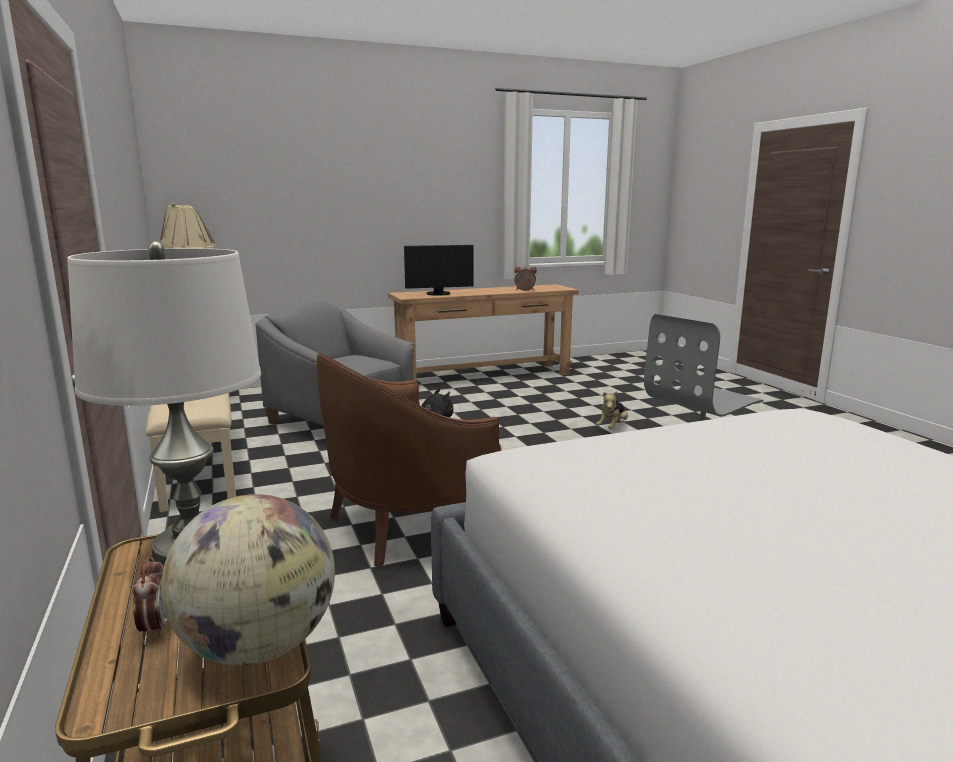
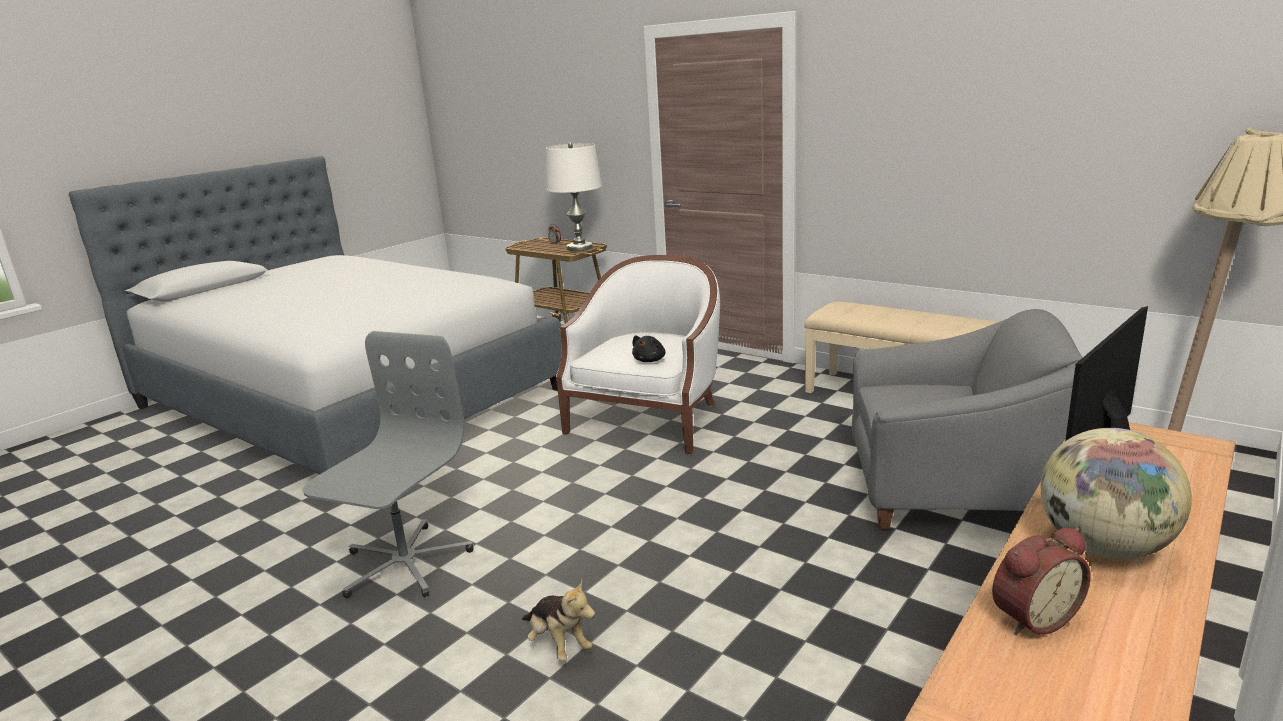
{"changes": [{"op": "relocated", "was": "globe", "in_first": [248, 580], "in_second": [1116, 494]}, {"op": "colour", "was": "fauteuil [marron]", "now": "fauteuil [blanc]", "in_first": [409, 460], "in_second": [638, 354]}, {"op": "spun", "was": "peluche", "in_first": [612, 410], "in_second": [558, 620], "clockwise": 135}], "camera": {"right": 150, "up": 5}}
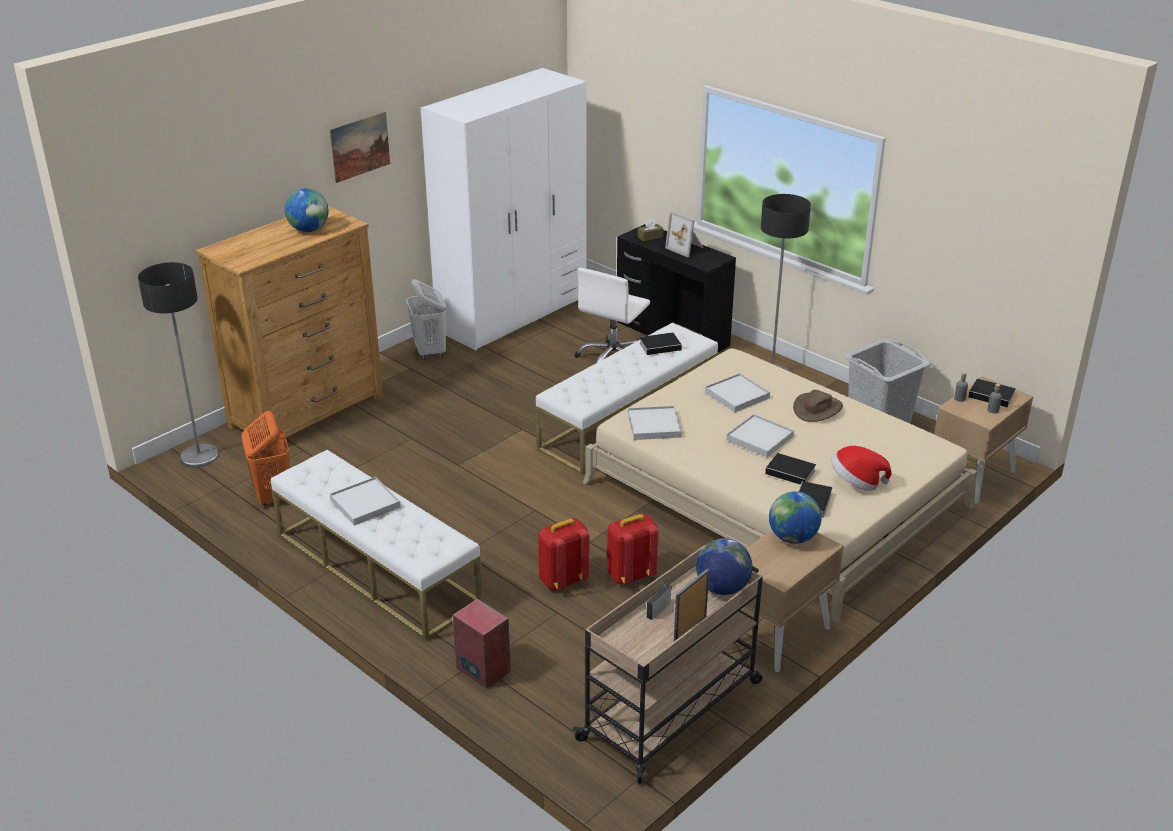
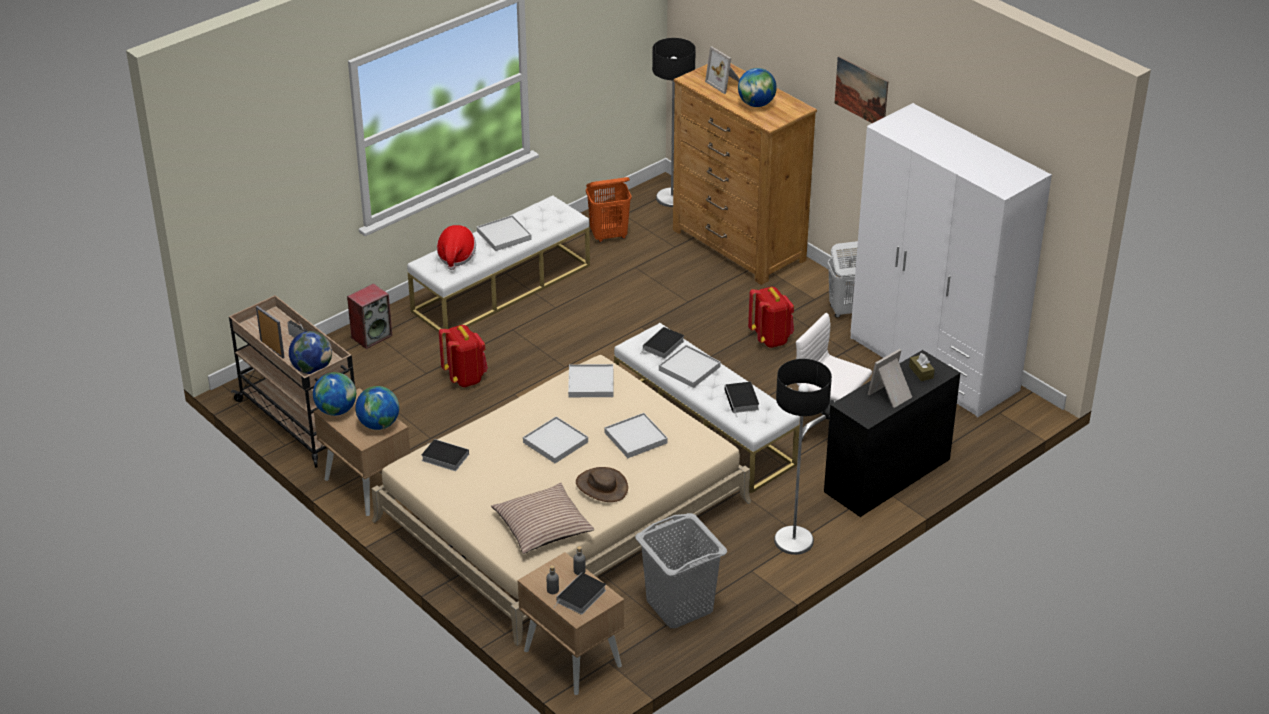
{"changes": [{"op": "relocated", "was": "sac à dos [rouge]", "in_first": [633, 549], "in_second": [771, 317]}, {"op": "relocated", "was": "livre", "in_first": [790, 469], "in_second": [662, 343]}, {"op": "relocated", "was": "chapeau", "in_first": [861, 468], "in_second": [456, 247]}, {"op": "appeared", "now": "globe", "in_second": [334, 394]}, {"op": "appeared", "now": "coussin", "in_second": [542, 518]}, {"op": "appeared", "now": "plateau [blanc]", "in_second": [690, 366]}, {"op": "appeared", "now": "cadre photo", "in_second": [722, 70]}], "camera": {"right": 95, "up": 5}}
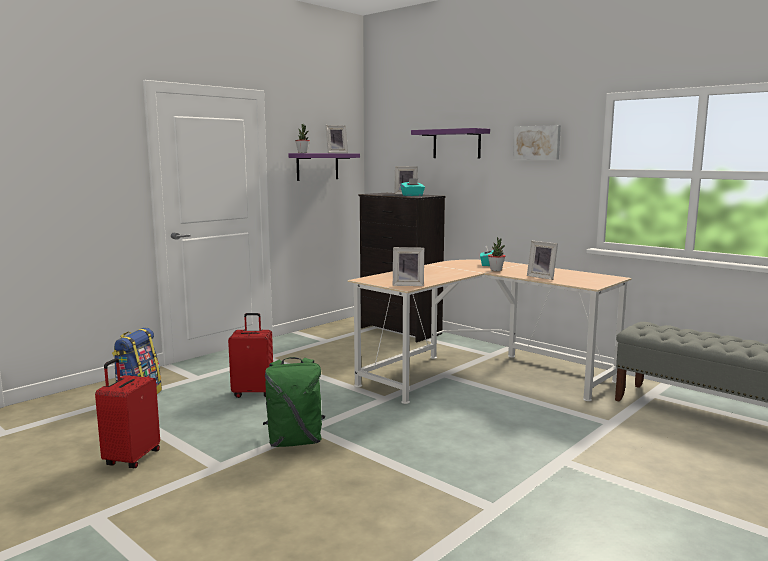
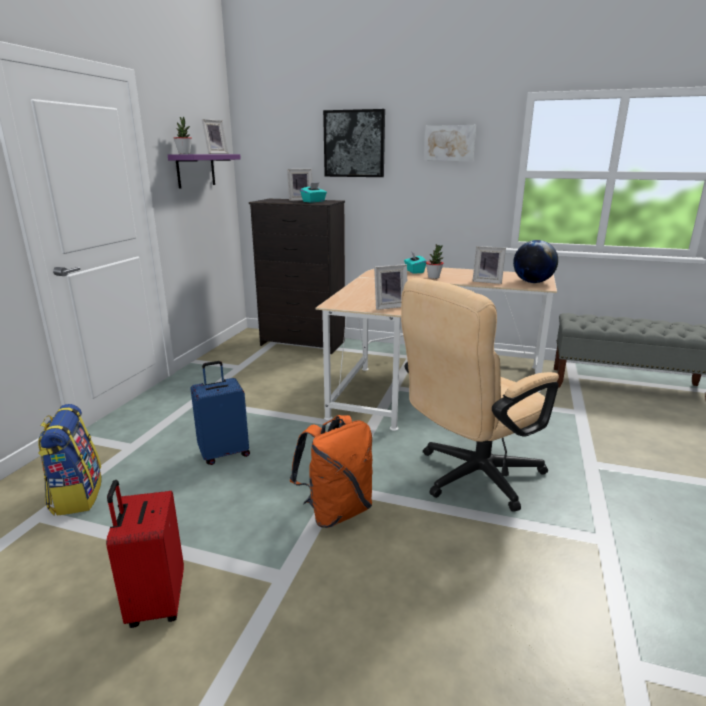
{"changes": [{"op": "colour", "was": "valise [rouge]", "now": "valise [bleu]", "in_first": [250, 355], "in_second": [220, 413]}, {"op": "colour", "was": "sac à dos [vert]", "now": "sac à dos [orange]", "in_first": [294, 402], "in_second": [331, 471]}, {"op": "exchanged", "was": "étagère [violet]", "now": "tableau", "in_first": [450, 143], "in_second": [354, 143]}, {"op": "appeared", "now": "chaise de bureau [beige]", "in_second": [480, 395]}, {"op": "appeared", "now": "globe", "in_second": [535, 261]}], "camera": {"right": -25, "up": 10}}
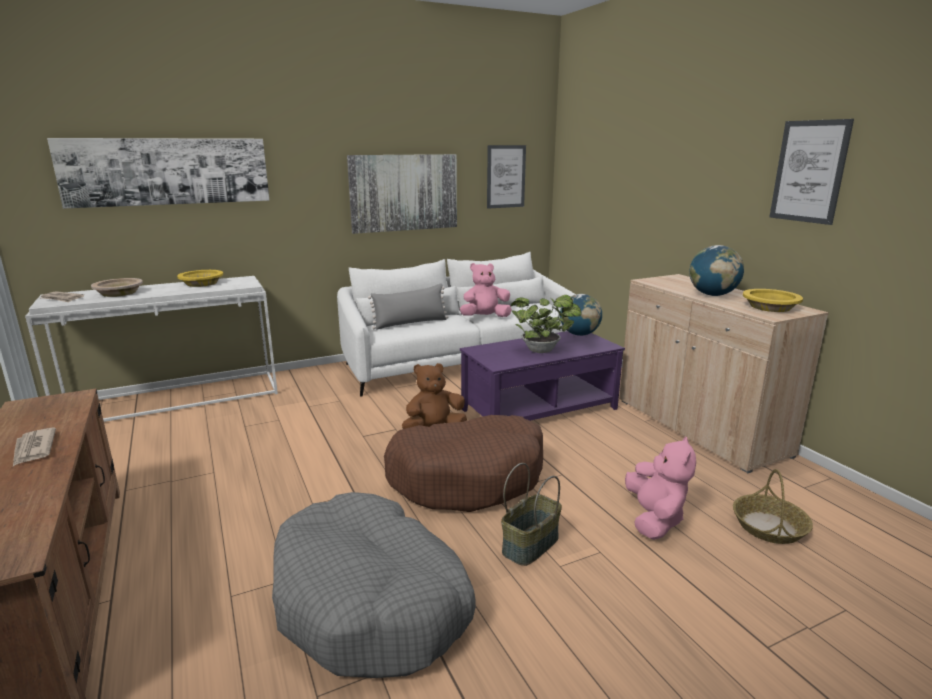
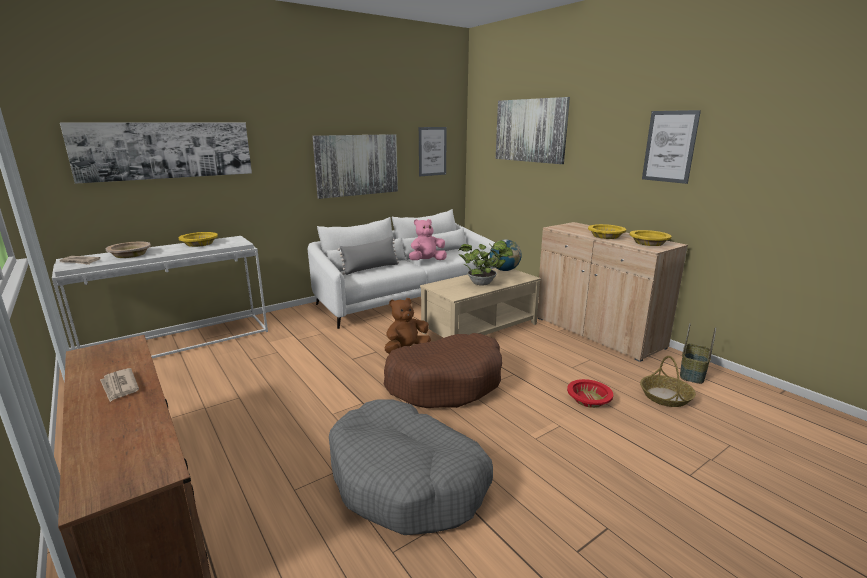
{"changes": [{"op": "colour", "was": "table basse [violet]", "now": "table basse [beige]", "in_first": [542, 376], "in_second": [480, 303]}, {"op": "relocated", "was": "panier", "in_first": [531, 514], "in_second": [698, 353]}, {"op": "exchanged", "was": "peluche [rose]", "now": "bol [rouge]", "in_first": [660, 488], "in_second": [590, 393]}, {"op": "exchanged", "was": "globe", "now": "bol [jaune]", "in_first": [716, 270], "in_second": [607, 231]}, {"op": "appeared", "now": "tableau", "in_second": [533, 130]}], "camera": {"right": -10, "up": 0}}
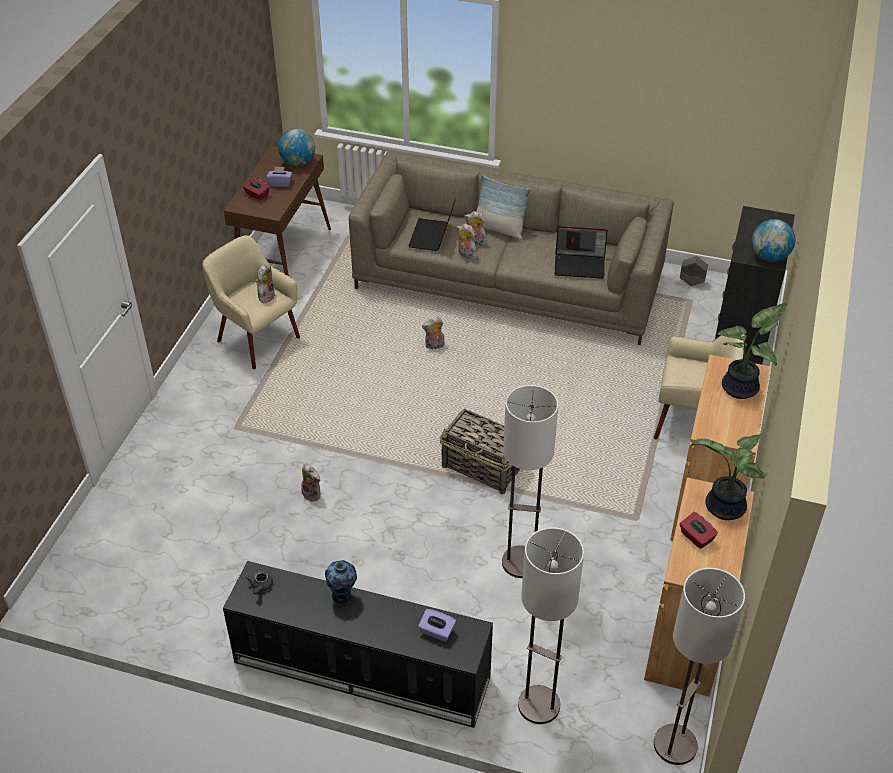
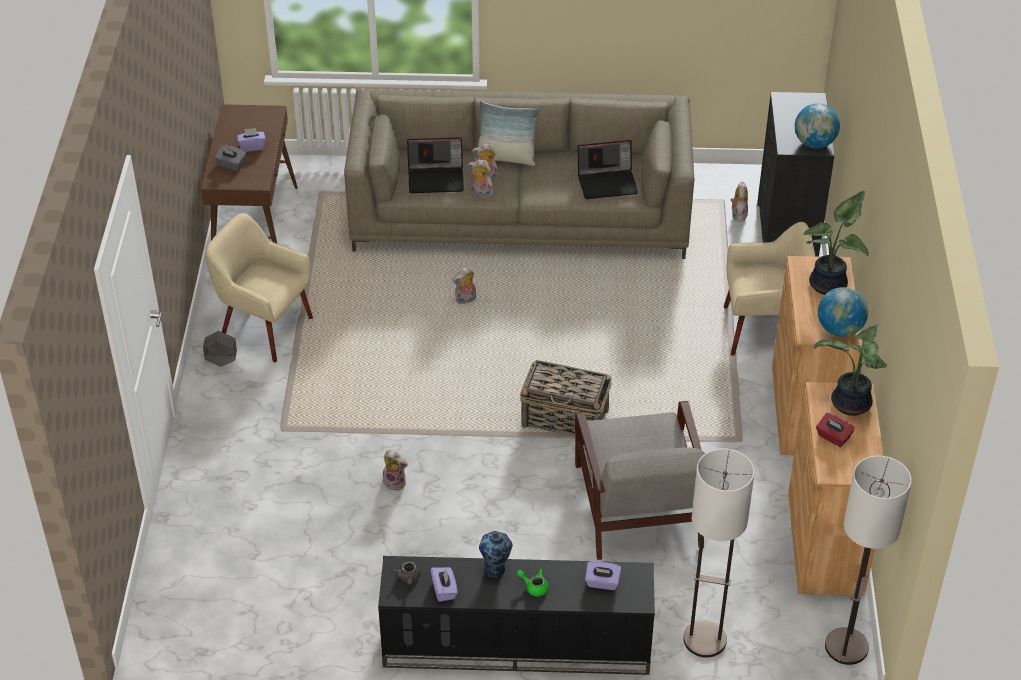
{"changes": [{"op": "colour", "was": "boîte à mouchoirs [rouge]", "now": "boîte à mouchoirs [gris]", "in_first": [256, 188], "in_second": [230, 158]}, {"op": "relocated", "was": "peluche", "in_first": [265, 283], "in_second": [739, 202]}, {"op": "relocated", "was": "globe", "in_first": [296, 147], "in_second": [843, 312]}, {"op": "spun", "was": "ordinateur portable", "in_first": [432, 225], "in_second": [435, 165], "clockwise": -90}, {"op": "exchanged", "was": "lampadaire", "now": "fauteuil [gris]", "in_first": [530, 481], "in_second": [640, 480]}, {"op": "relocated", "was": "cache-pot [gris]", "in_first": [694, 271], "in_second": [220, 349]}, {"op": "appeared", "now": "boîte à mouchoirs [violet]", "in_second": [444, 584]}, {"op": "appeared", "now": "théière [vert]", "in_second": [533, 582]}], "camera": {"right": -15, "up": 0}}
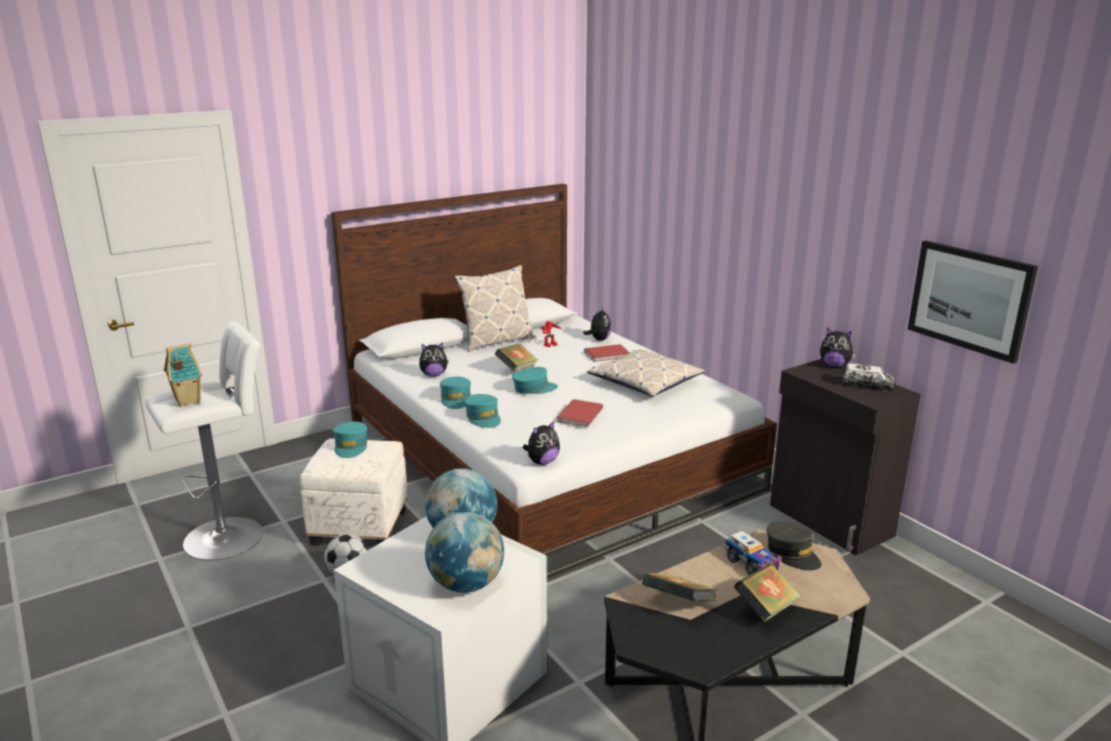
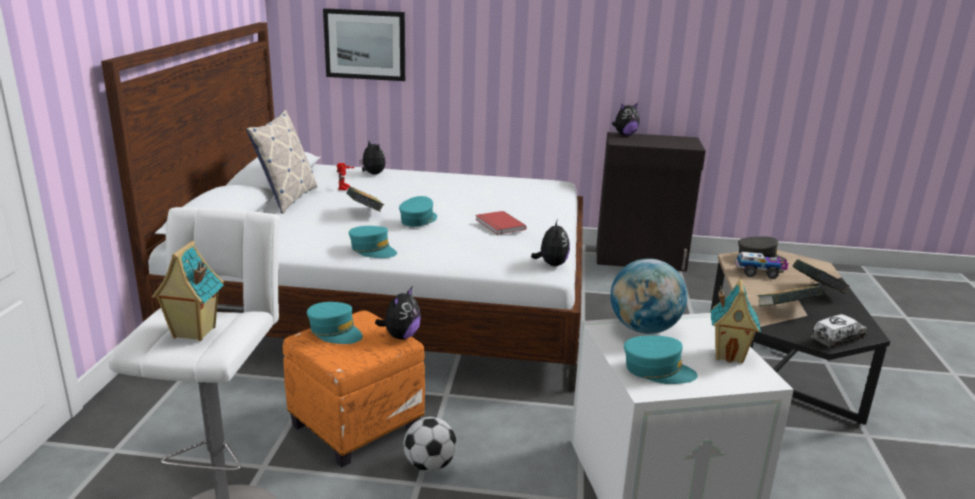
{"changes": [{"op": "colour", "was": "pouf [blanc]", "now": "pouf [orange]", "in_first": [354, 492], "in_second": [354, 389]}, {"op": "relocated", "was": "peluche", "in_first": [434, 359], "in_second": [398, 313]}, {"op": "exchanged", "was": "globe", "now": "maison miniature", "in_first": [464, 552], "in_second": [736, 321]}, {"op": "relocated", "was": "casquette [turquoise]", "in_first": [483, 411], "in_second": [661, 360]}, {"op": "missing", "was": "livre [rouge]", "in_first": [607, 353]}, {"op": "missing", "was": "coussin", "in_first": [646, 373]}, {"op": "relocated", "was": "camion jouet", "in_first": [868, 377], "in_second": [839, 331]}, {"op": "relocated", "was": "tableau", "in_first": [973, 302], "in_second": [364, 44]}], "camera": {"right": -50, "up": 0}}
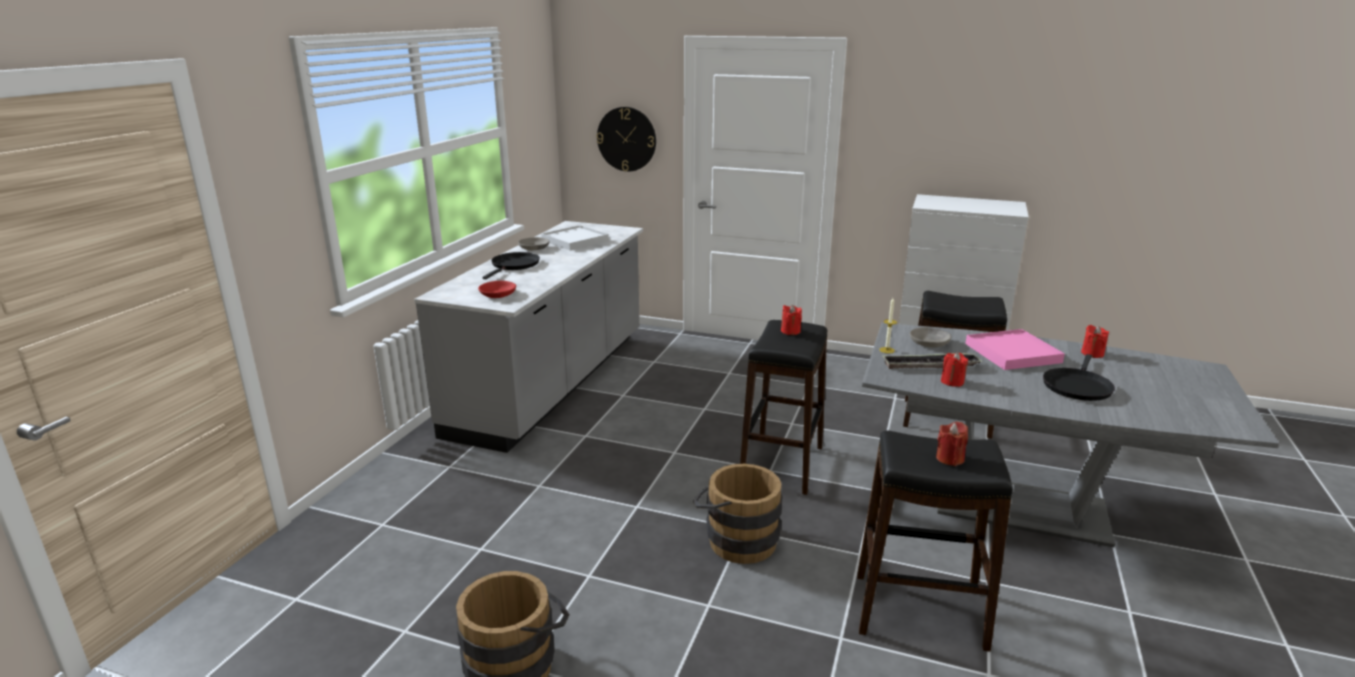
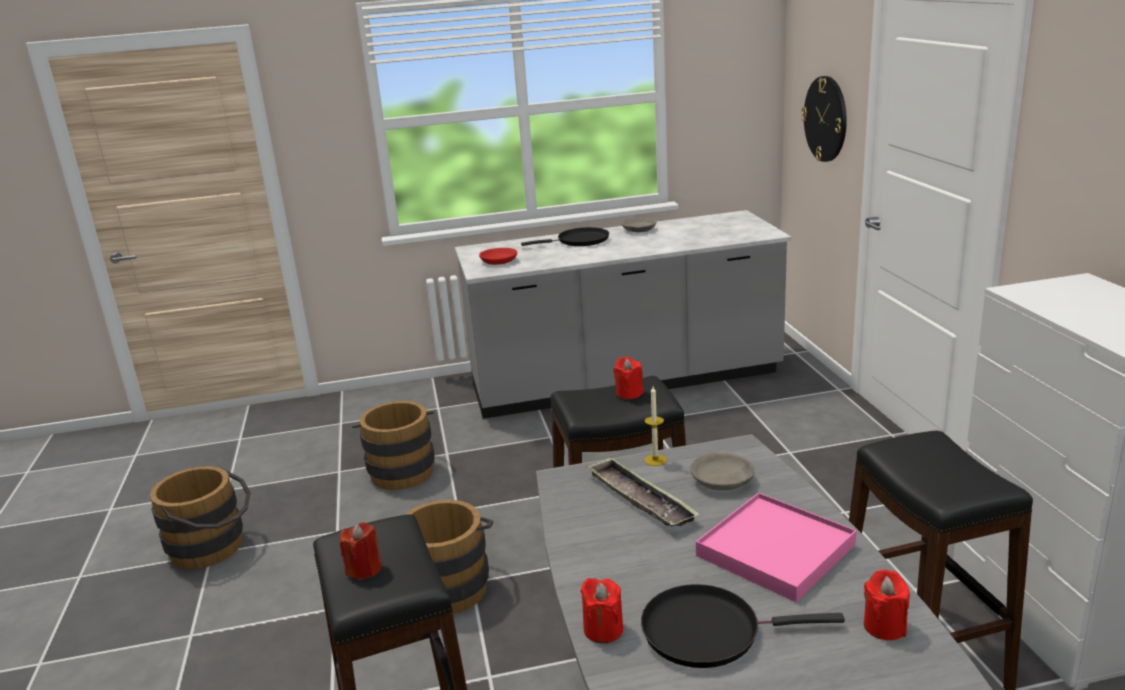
{"changes": [{"op": "missing", "was": "plateau [blanc]", "in_first": [575, 238]}, {"op": "relocated", "was": "bougie [rouge]", "in_first": [954, 369], "in_second": [601, 611]}, {"op": "appeared", "now": "seau [marron]", "in_second": [393, 445]}], "camera": {"right": 60, "up": 0}}
